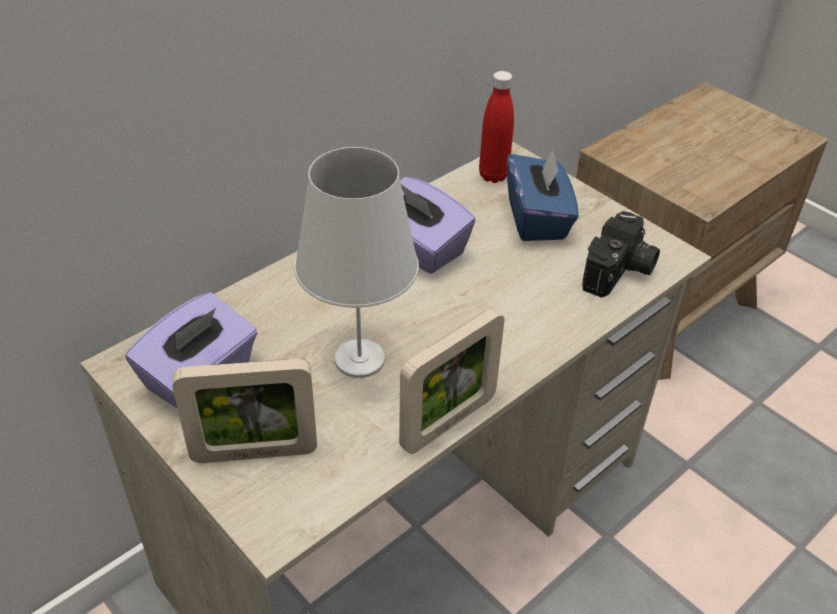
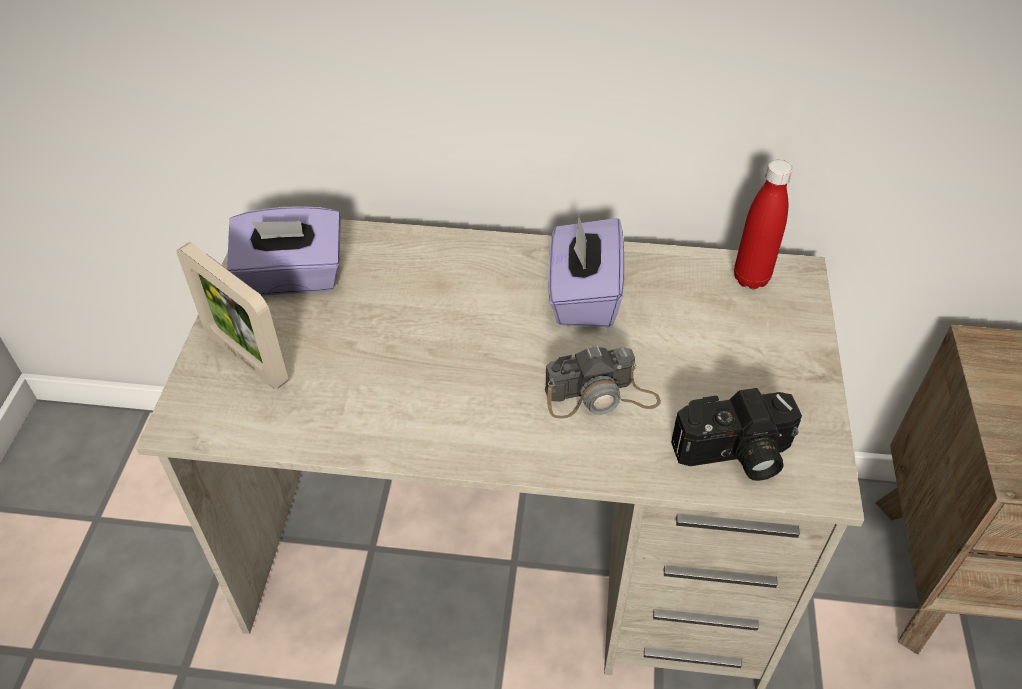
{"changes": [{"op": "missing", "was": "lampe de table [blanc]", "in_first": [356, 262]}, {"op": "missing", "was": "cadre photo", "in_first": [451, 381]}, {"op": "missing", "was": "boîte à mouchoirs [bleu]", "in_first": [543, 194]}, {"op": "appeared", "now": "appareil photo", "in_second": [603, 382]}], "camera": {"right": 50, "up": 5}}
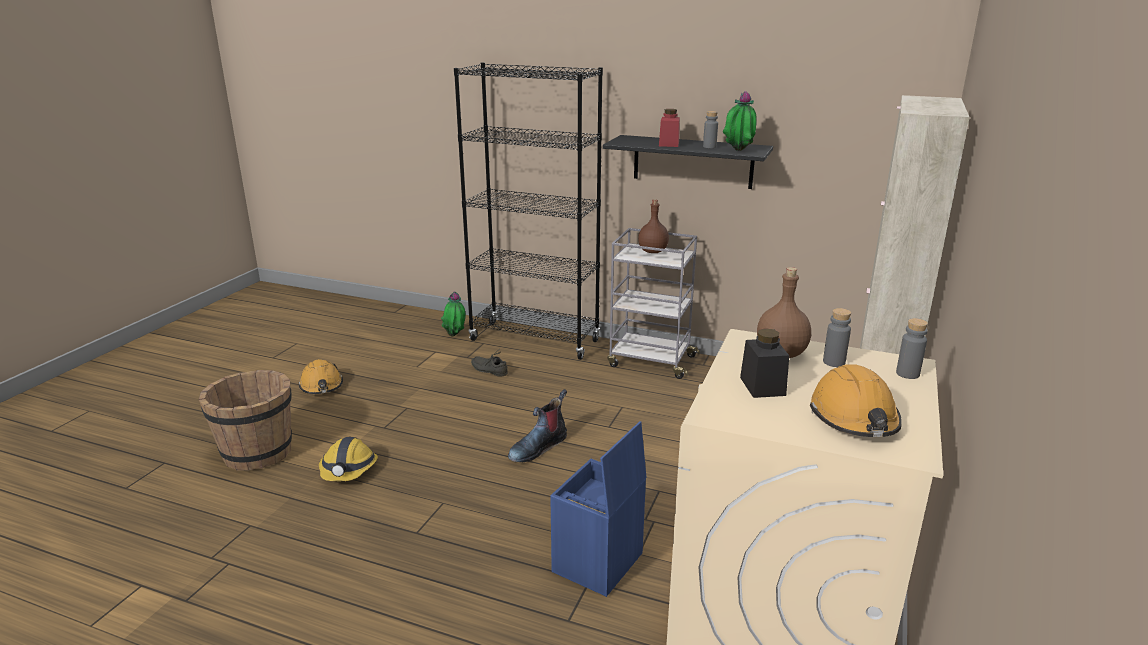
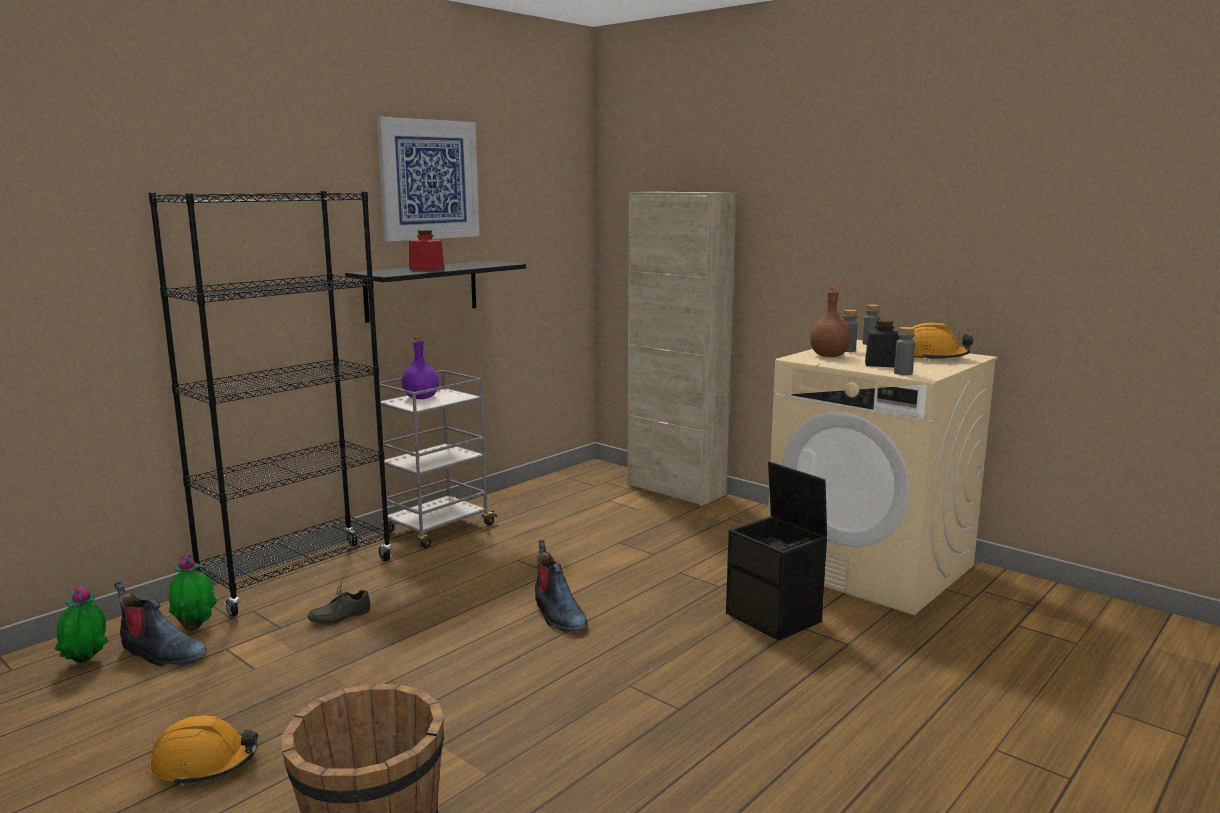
{"changes": [{"op": "missing", "was": "casque de chantier", "in_first": [348, 459]}, {"op": "colour", "was": "boîte de rangement [bleu]", "now": "boîte de rangement [noir]", "in_first": [598, 509], "in_second": [776, 551]}, {"op": "colour", "was": "bouteille [marron]", "now": "bouteille [violet]", "in_first": [653, 226], "in_second": [420, 367]}, {"op": "relocated", "was": "bouteille [gris]", "in_first": [710, 129], "in_second": [904, 351]}, {"op": "relocated", "was": "plante en pot", "in_first": [740, 121], "in_second": [81, 625]}, {"op": "appeared", "now": "botte", "in_second": [160, 624]}, {"op": "appeared", "now": "tableau", "in_second": [428, 179]}], "camera": {"right": -70, "up": -10}}
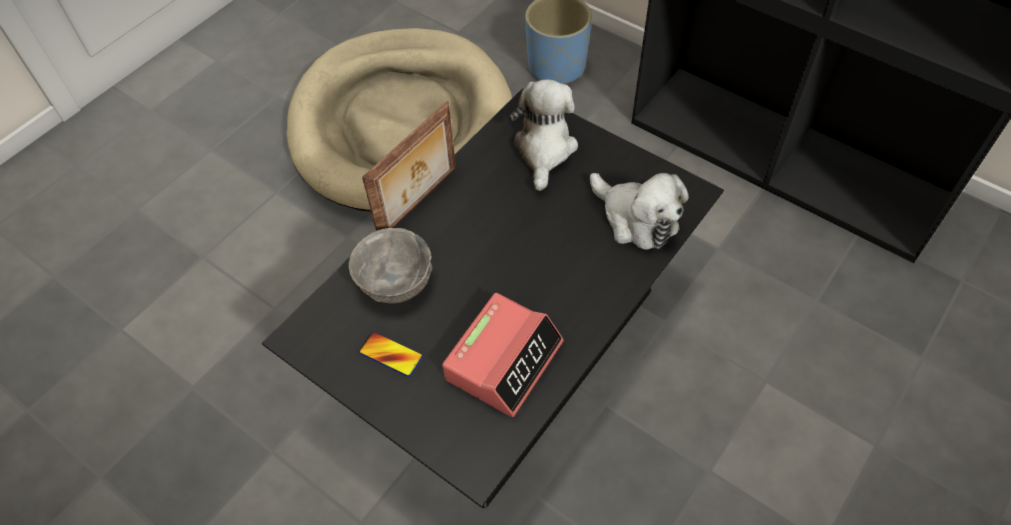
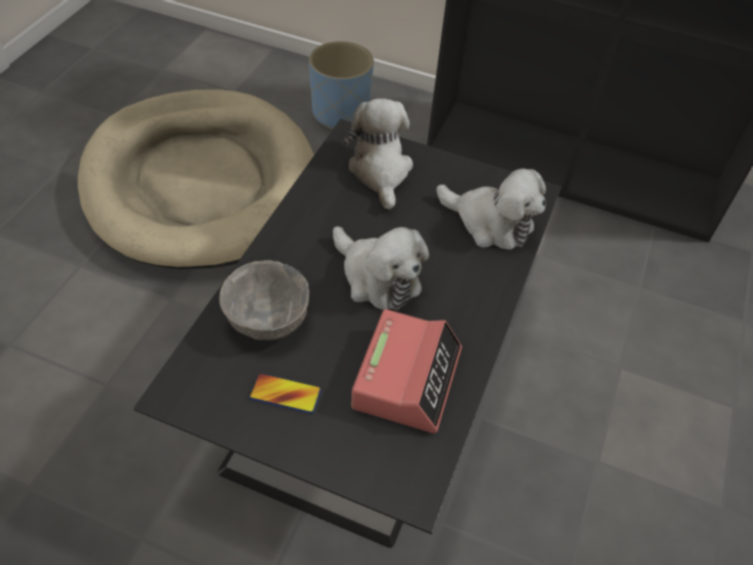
{"changes": [{"op": "missing", "was": "cadre photo", "in_first": [409, 166]}, {"op": "appeared", "now": "peluche", "in_second": [381, 268]}], "camera": {"right": -20, "up": -5}}
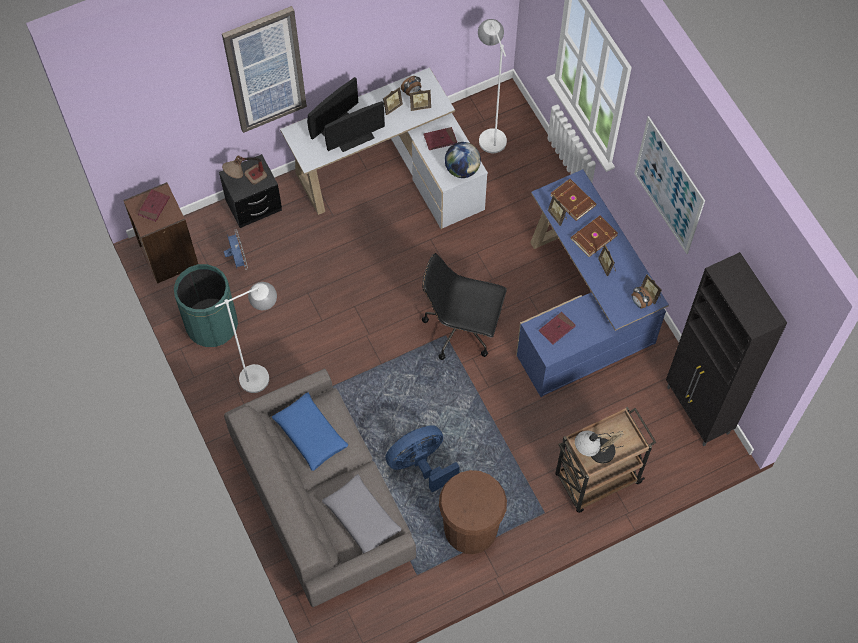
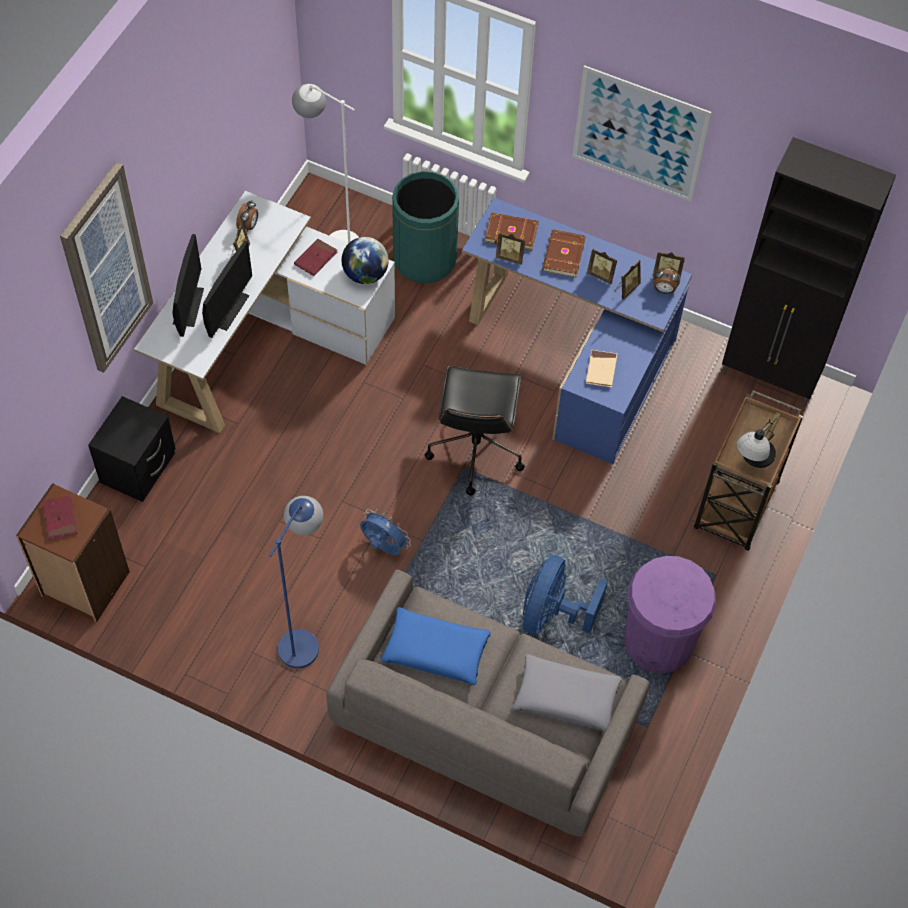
{"changes": [{"op": "relocated", "was": "poubelle [vert]", "in_first": [206, 305], "in_second": [425, 227]}, {"op": "colour", "was": "lampadaire [blanc]", "now": "lampadaire [bleu]", "in_first": [246, 337], "in_second": [296, 582]}, {"op": "missing", "was": "lampe de table", "in_first": [244, 170]}, {"op": "relocated", "was": "ventilateur [bleu]", "in_first": [236, 250], "in_second": [385, 532]}, {"op": "relocated", "was": "cadre photo", "in_first": [420, 100], "in_second": [628, 280]}, {"op": "spun", "was": "chaise de bureau [noir]", "in_first": [464, 306], "in_second": [475, 431], "clockwise": -60}, {"op": "colour", "was": "poubelle [marron]", "now": "poubelle [violet]", "in_first": [473, 512], "in_second": [670, 614]}, {"op": "colour", "was": "livre [rouge]", "now": "livre [beige]", "in_first": [557, 328], "in_second": [601, 369]}], "camera": {"right": -40, "up": -5}}
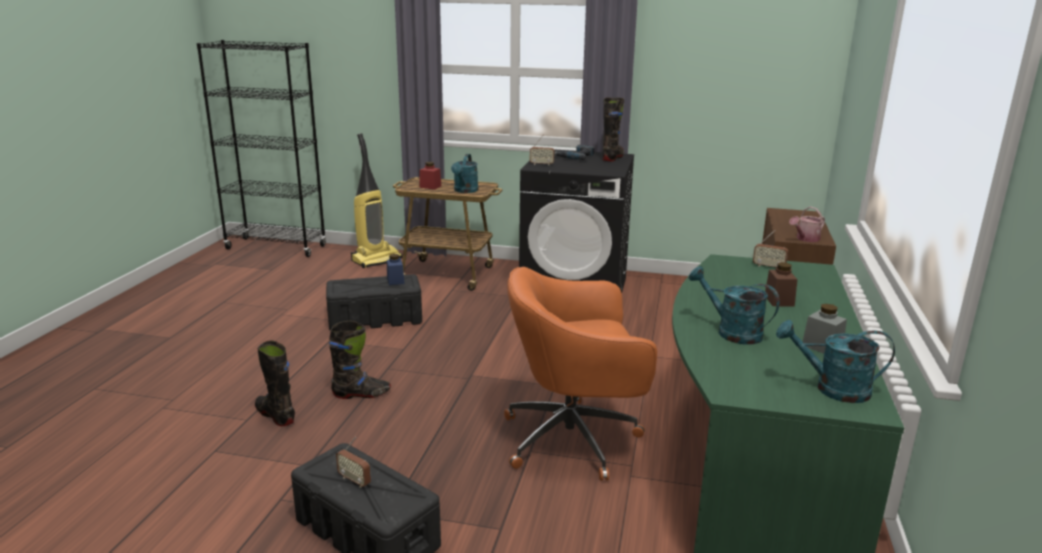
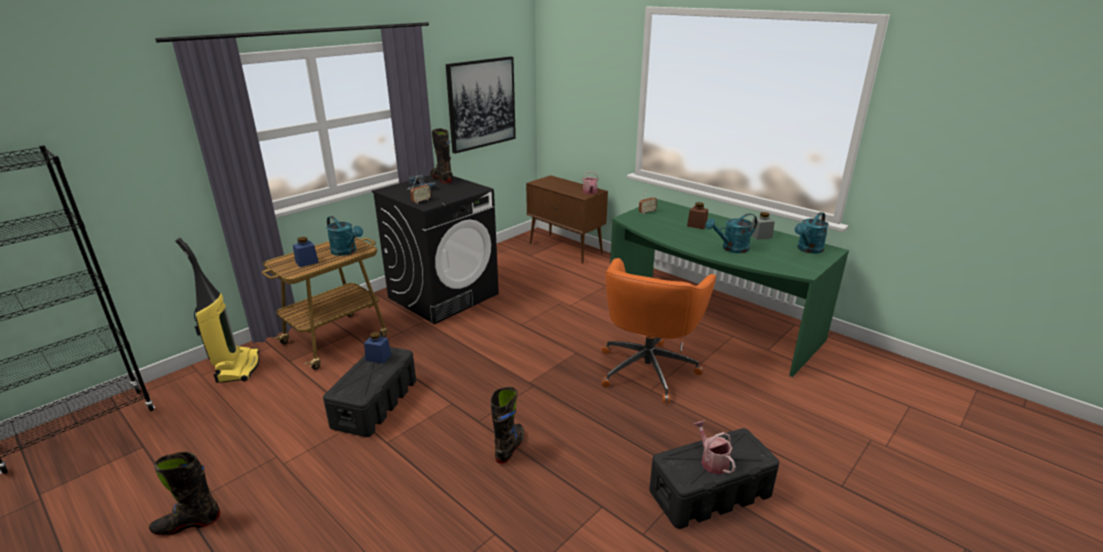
{"changes": [{"op": "relocated", "was": "botte [noir]", "in_first": [275, 383], "in_second": [184, 493]}, {"op": "exchanged", "was": "radio", "now": "arrosoir", "in_first": [353, 462], "in_second": [715, 448]}, {"op": "colour", "was": "bocal [rouge]", "now": "bocal [bleu]", "in_first": [430, 176], "in_second": [306, 252]}, {"op": "appeared", "now": "tableau", "in_second": [481, 105]}], "camera": {"right": -60, "up": 5}}
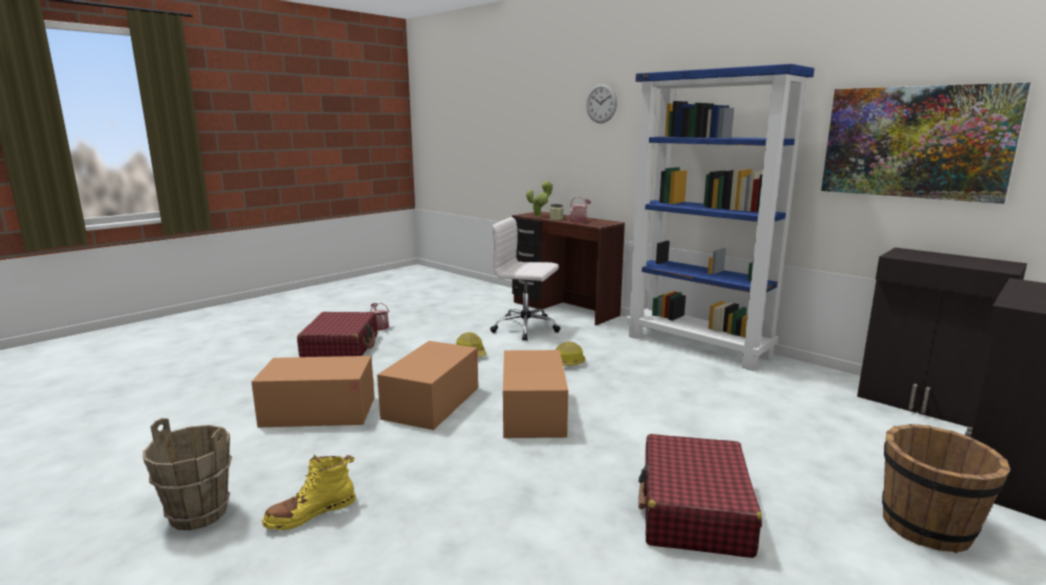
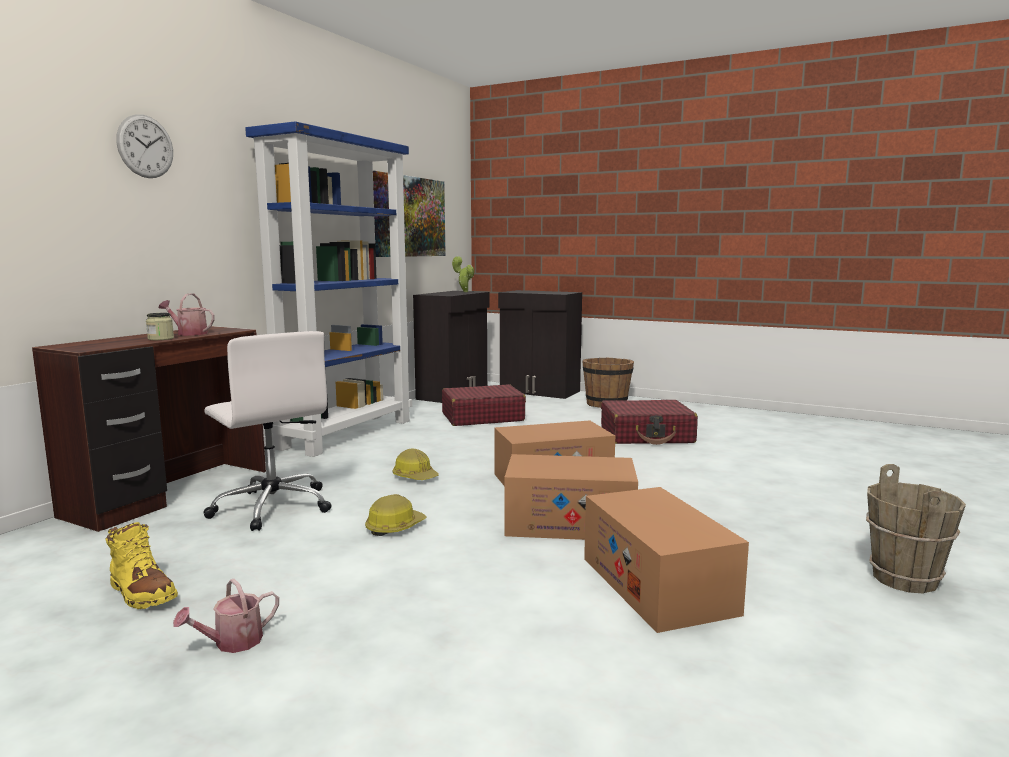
{"changes": [{"op": "relocated", "was": "botte [jaune]", "in_first": [309, 492], "in_second": [141, 565]}, {"op": "relocated", "was": "valise [rouge]", "in_first": [337, 334], "in_second": [484, 405]}, {"op": "spun", "was": "chaise de bureau [blanc]", "in_first": [525, 279], "in_second": [267, 431], "clockwise": -45}, {"op": "relocated", "was": "plante en pot", "in_first": [539, 199], "in_second": [463, 274]}], "camera": {"right": -105, "up": -5}}
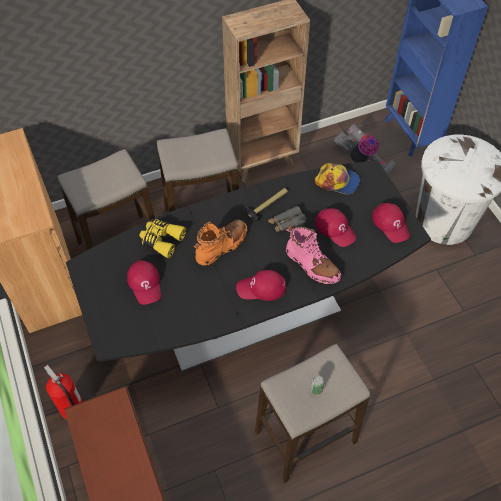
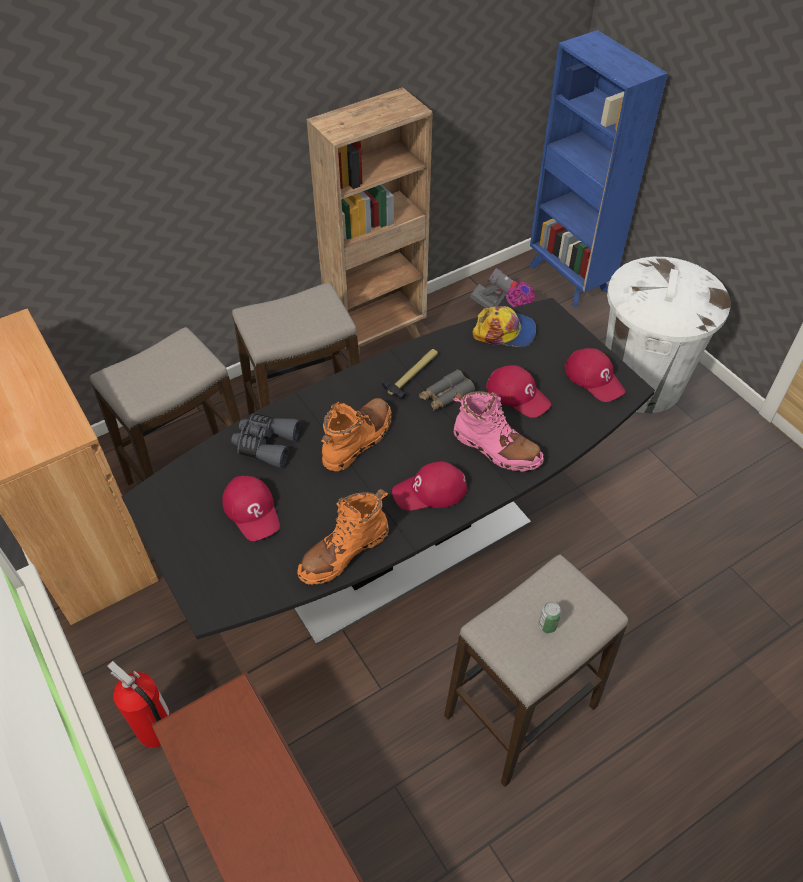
{"changes": [{"op": "colour", "was": "jumelles [jaune]", "now": "jumelles [gris]", "in_first": [162, 238], "in_second": [266, 441]}, {"op": "appeared", "now": "botte [orange]", "in_second": [343, 537]}], "camera": {"right": -10, "up": -5}}
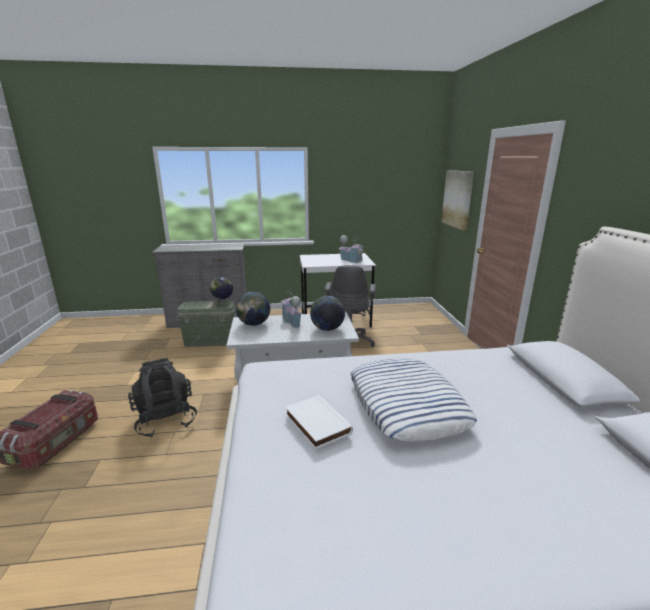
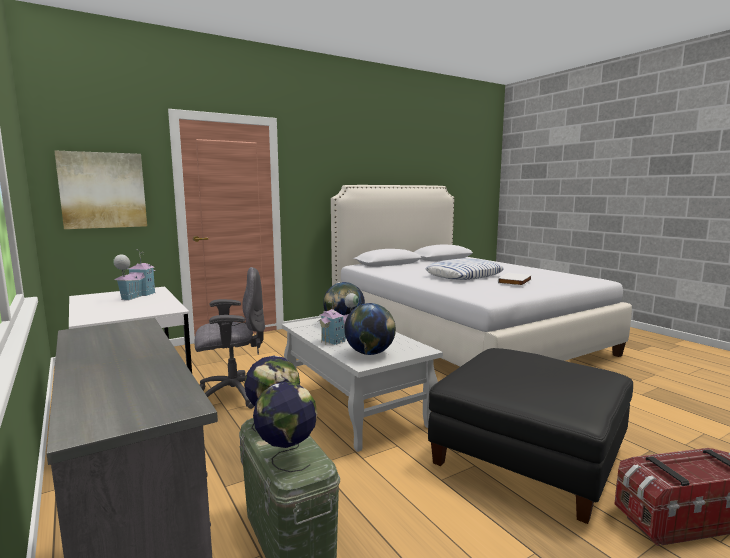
{"changes": [{"op": "exchanged", "was": "sac à dos [noir]", "now": "pouf [noir]", "in_first": [162, 397], "in_second": [530, 436]}, {"op": "appeared", "now": "globe", "in_second": [285, 426]}], "camera": {"right": -115, "up": -10}}
